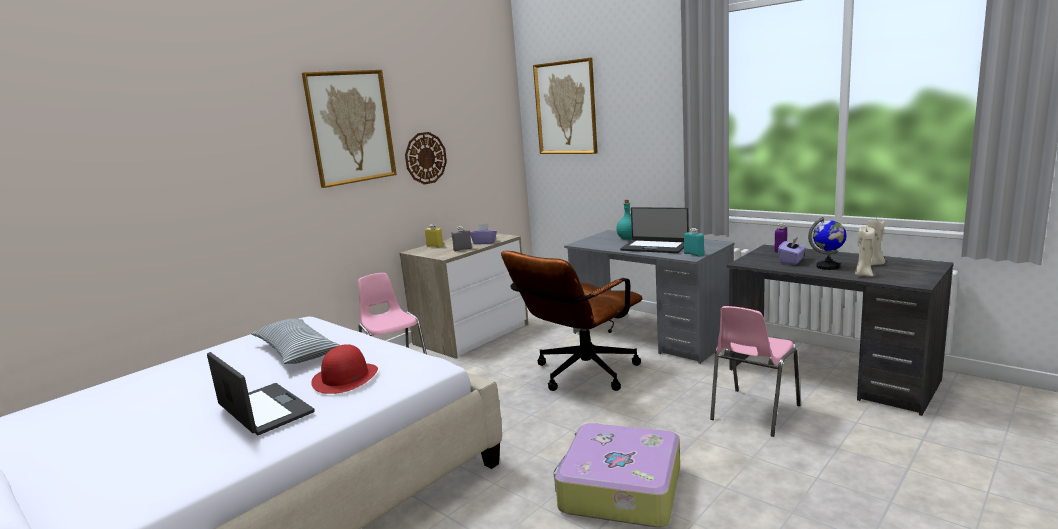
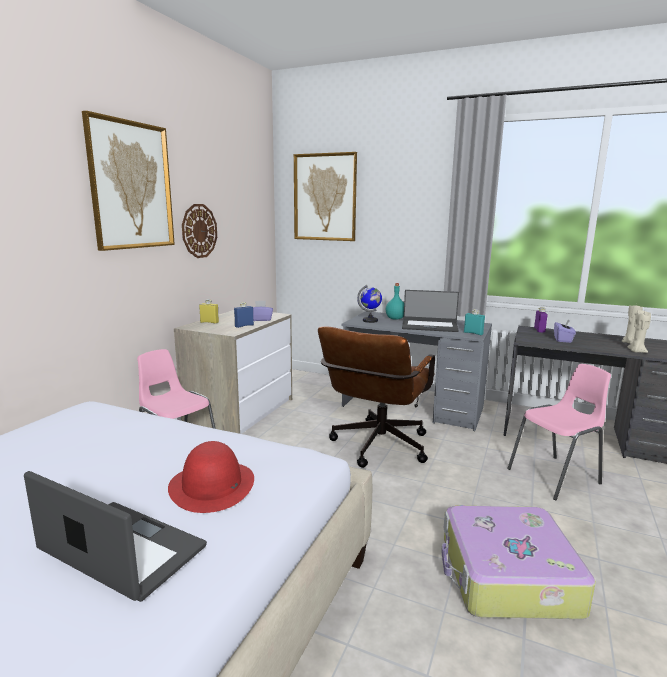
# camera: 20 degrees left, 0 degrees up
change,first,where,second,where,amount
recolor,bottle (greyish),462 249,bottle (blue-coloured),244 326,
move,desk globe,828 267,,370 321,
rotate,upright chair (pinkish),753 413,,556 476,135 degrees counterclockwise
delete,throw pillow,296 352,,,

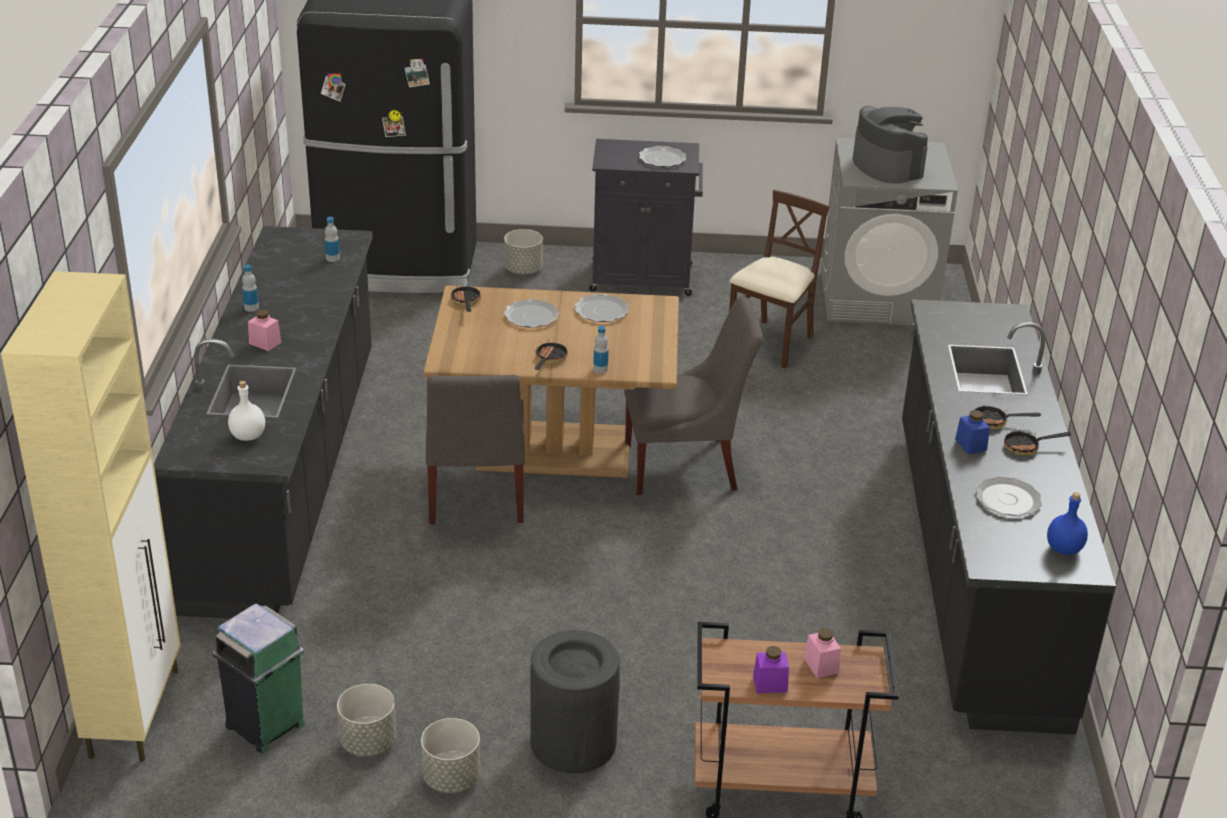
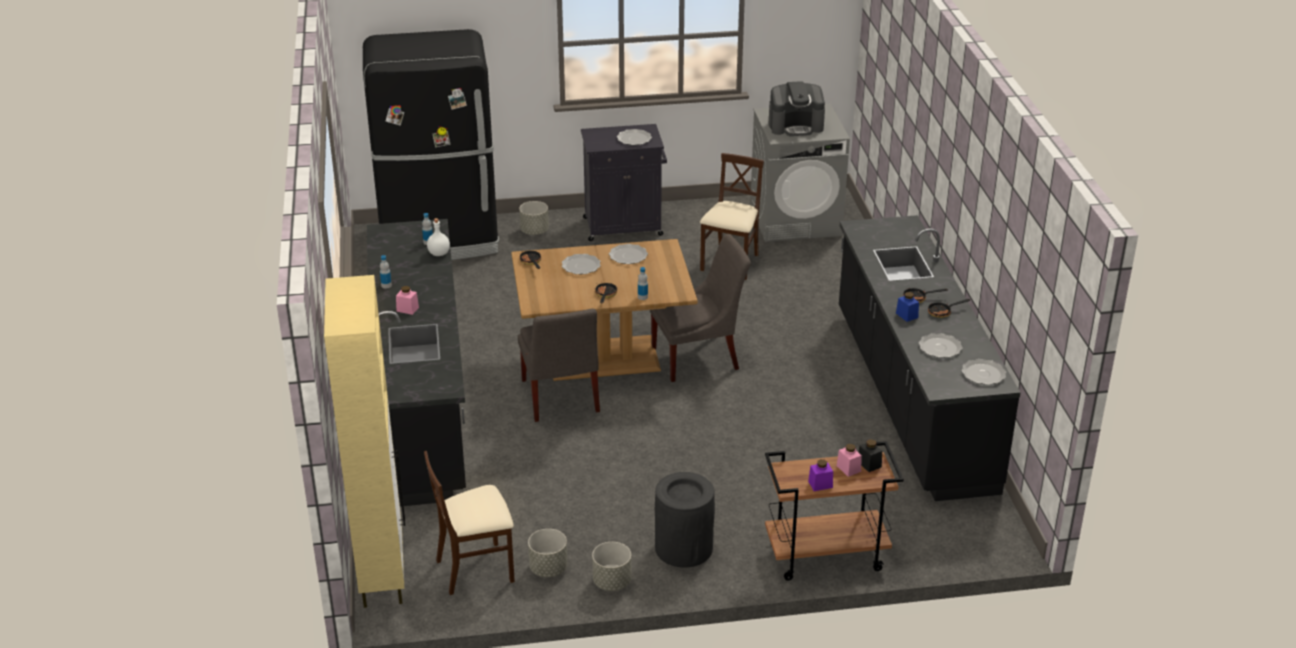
# camera: 10 degrees left, 0 degrees up
change,first,where,second,where,amount
replace,trash can (greenish),266 726,upright chair (beige-coloured),476 569,
move,bottle (whitish),248 435,,439 253,
rotate,coffee maker,887 166,,796 126,120 degrees clockwise
insert,,,jar (black-coloured),869 464,
replace,bottle (blue-coloured),1064 549,flat dish,983 374,

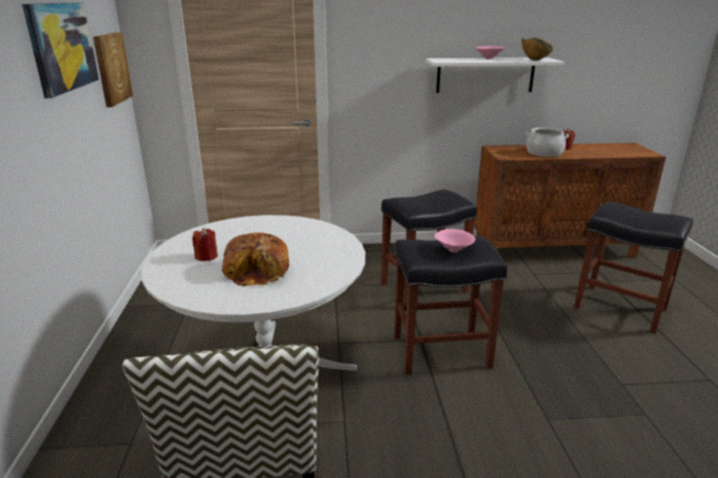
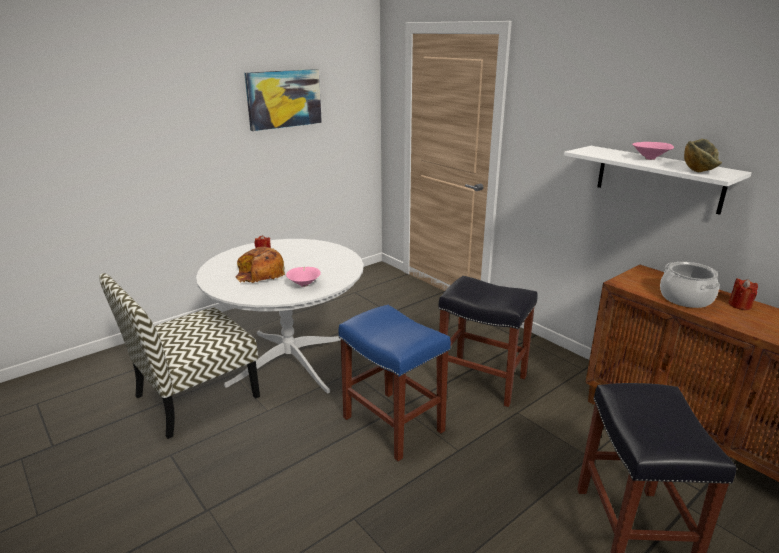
# camera: 55 degrees right, 0 degrees up
change,first,where,second,where,amount
move,bowl (pinkish),452 250,,304 284,
recolor,sitting stool (black-coloured),442 350,sitting stool (blue-coloured),394 424,
delete,wall picture,111 68,,,

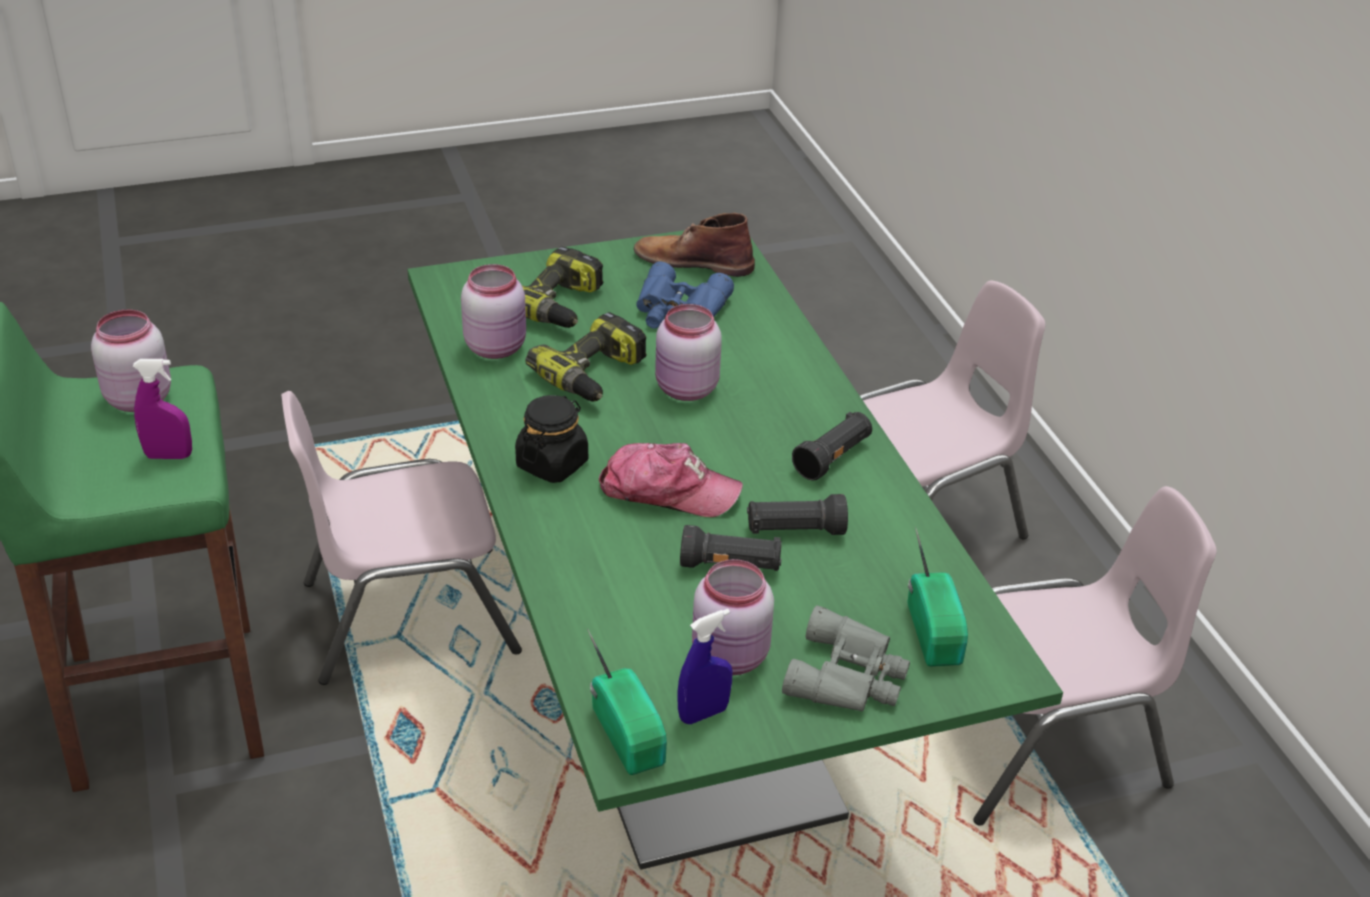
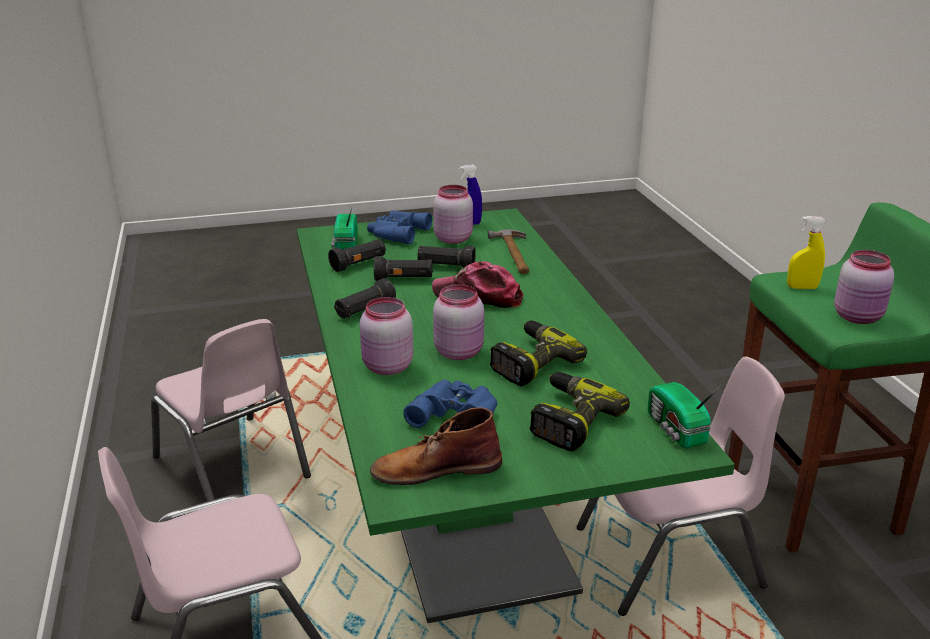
# camera: 175 degrees left, 10 degrees down
change,first,where,second,where,amount
rotate,upright chair (pinkish),1044 744,,232 467,120 degrees counterclockwise
insert,,,torch (black-coloured),359 264,
move,jar (pinkish),497 347,,386 367,
recolor,pair of binoculars (greyish),849 676,pair of binoculars (blue-coloured),396 233,
rotate,boot (brown-coloured),693 261,,435 468,150 degrees clockwise
insert,,,tool hammer,514 254,
move,radio receiver,629 733,,675 430,
recolor,spray bottle (purple-coloured),169 456,spray bottle (yellow),802 287,
delete,jar (black-coloured),552 464,,,

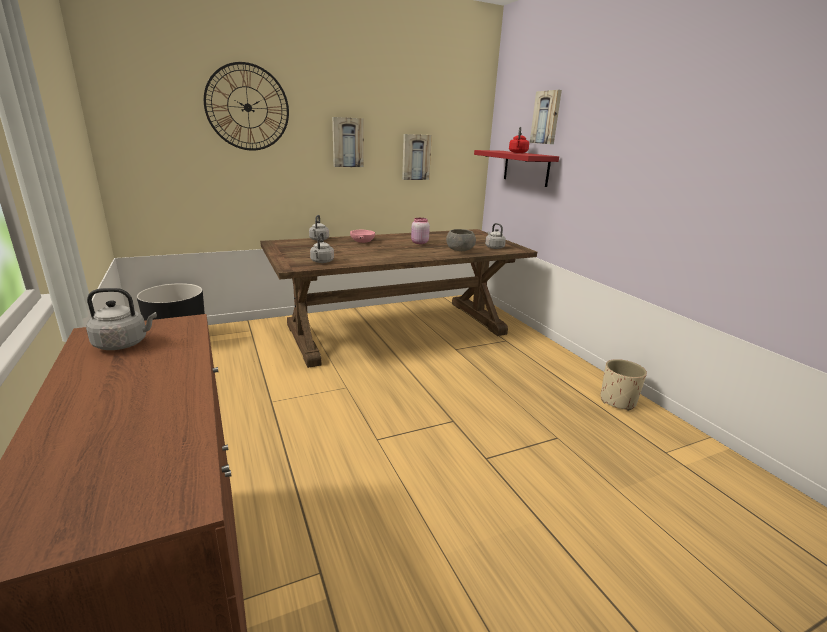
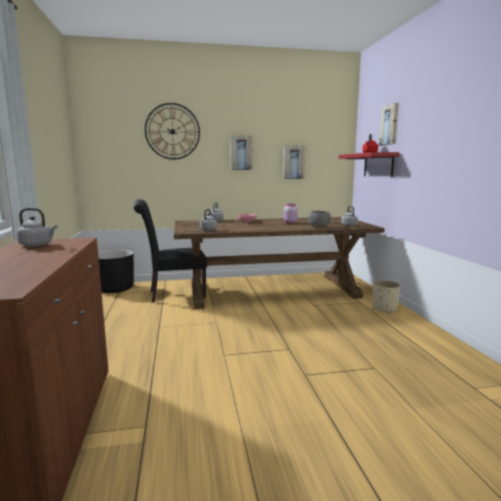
# camera: 15 degrees right, 10 degrees down
change,first,where,second,where,amount
insert,,,upright chair (black-coloured),173 294,
move,flower pot (beige-coloured),618 401,,384 309,

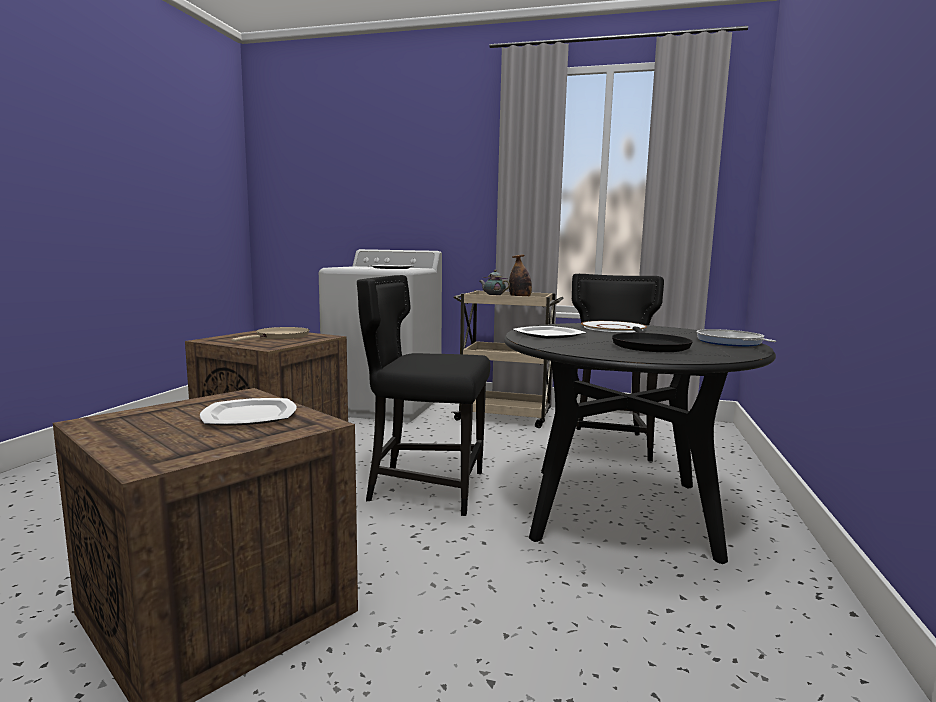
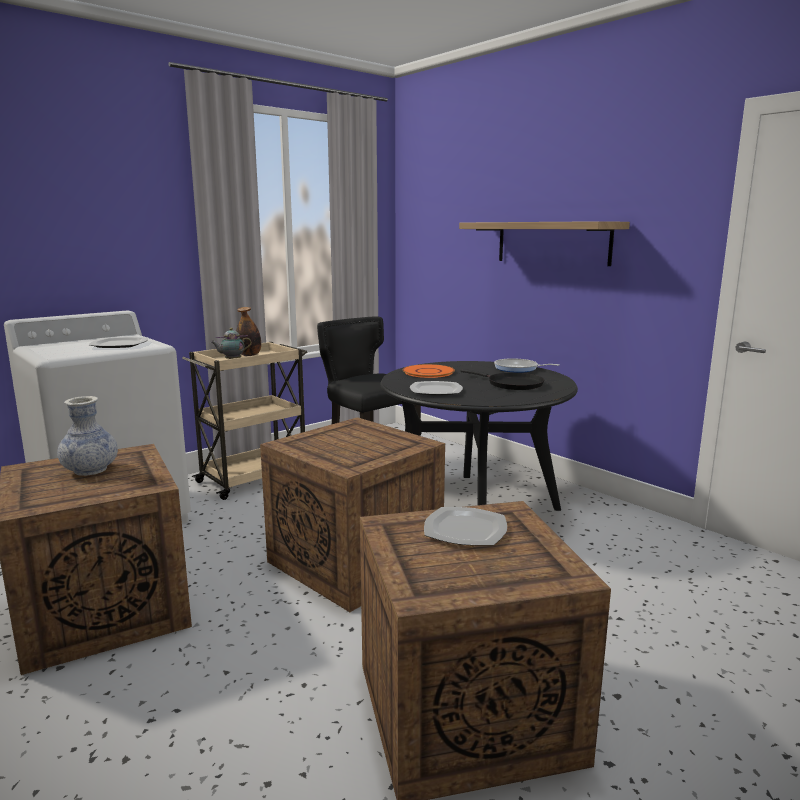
# camera: 55 degrees left, 5 degrees up
change,first,where,second,where,amount
replace,skillet (beige-coloured),280 337,decorative vase,90 470,
replace,upright chair (black-coloured),424 488,crate,352 561,
recolor,flat dish (whitish),613 328,flat dish (orangey),428 372,
insert,,,shelf,552 242,

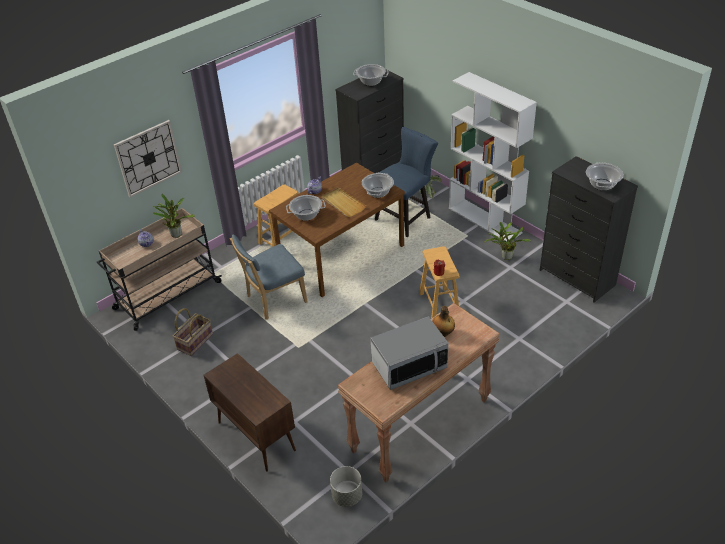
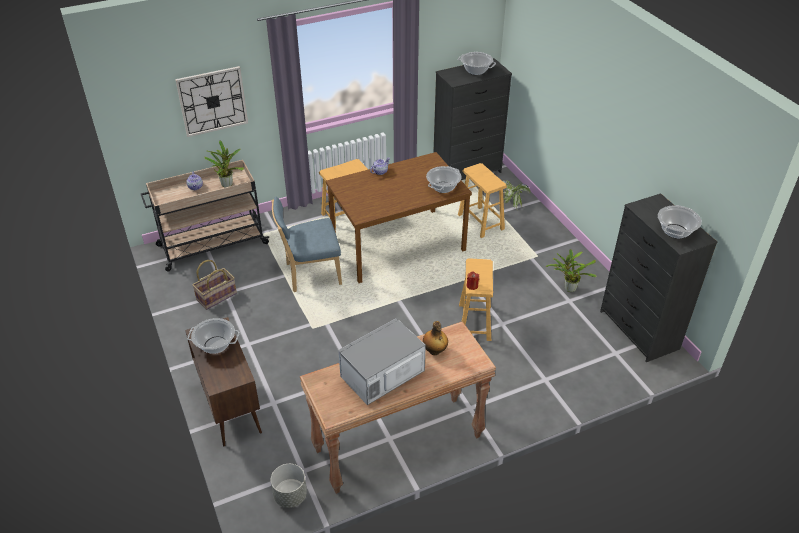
# camera: 15 degrees right, 0 degrees up
change,first,where,second,where,amount
move,saucepot,306 215,,215 345,
rotate,kitchen microwave,409 365,,382 376,150 degrees clockwise
replace,upright chair (blue-coloured),406 217,sitting stool (brown-coloured),481 222,
delete,tray (beige-coloured),343 204,,,
delete,shelving unit (whitish),485 220,,,

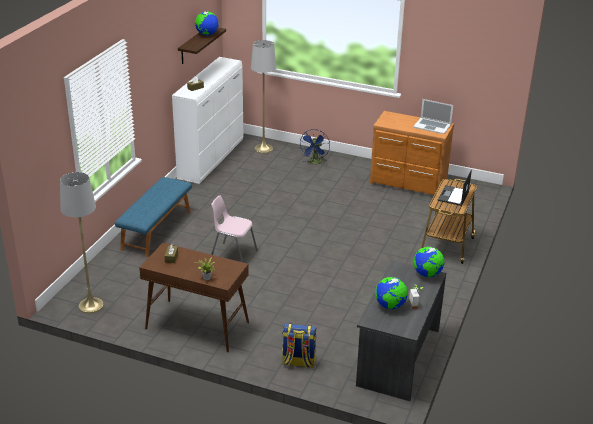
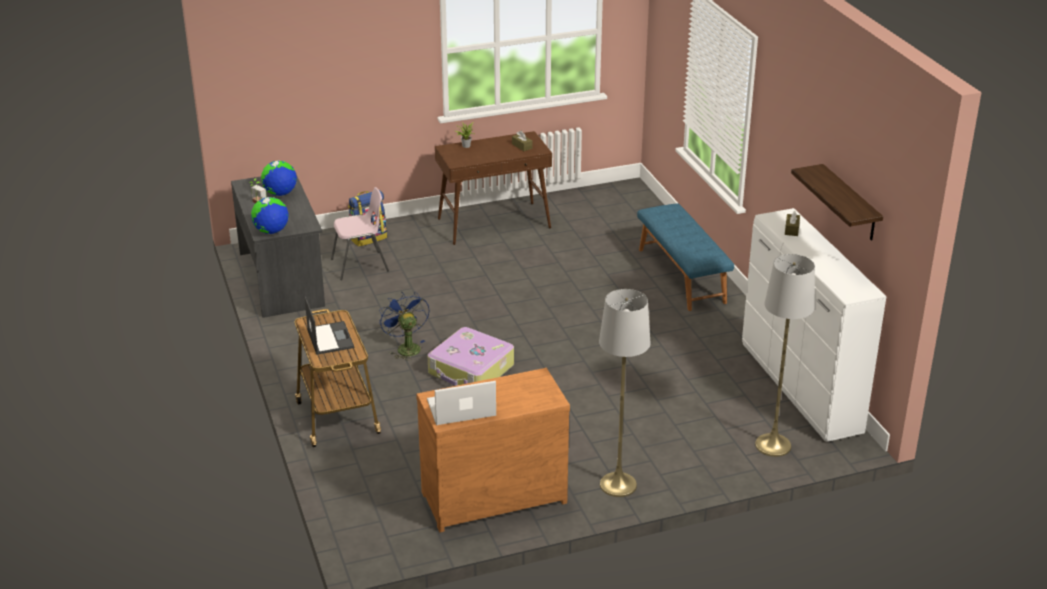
# camera: 140 degrees right, 0 degrees up
change,first,where,second,where,amount
move,upright chair (pinkish),233 254,,360 265,
move,cooling fan (blue-coloured),315 162,,405 347,
insert,,,piece of luggage,471 370,
move,standard lamp (greyish),91 305,,618 484,
delete,desk globe,207 34,,,

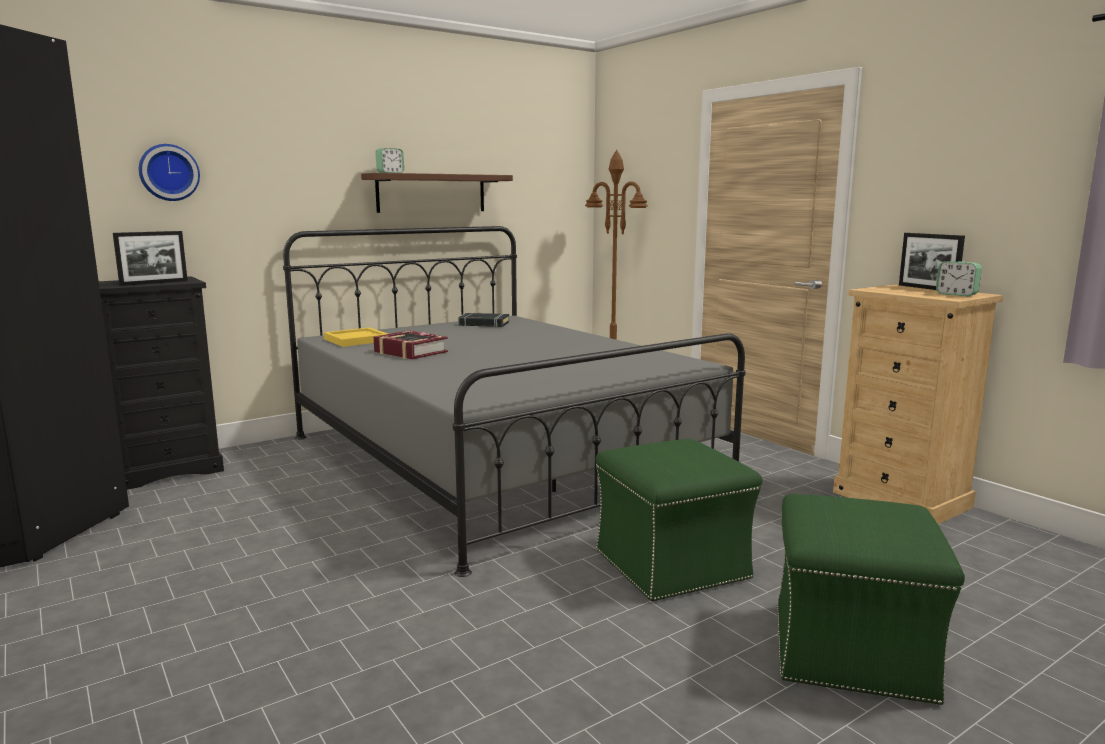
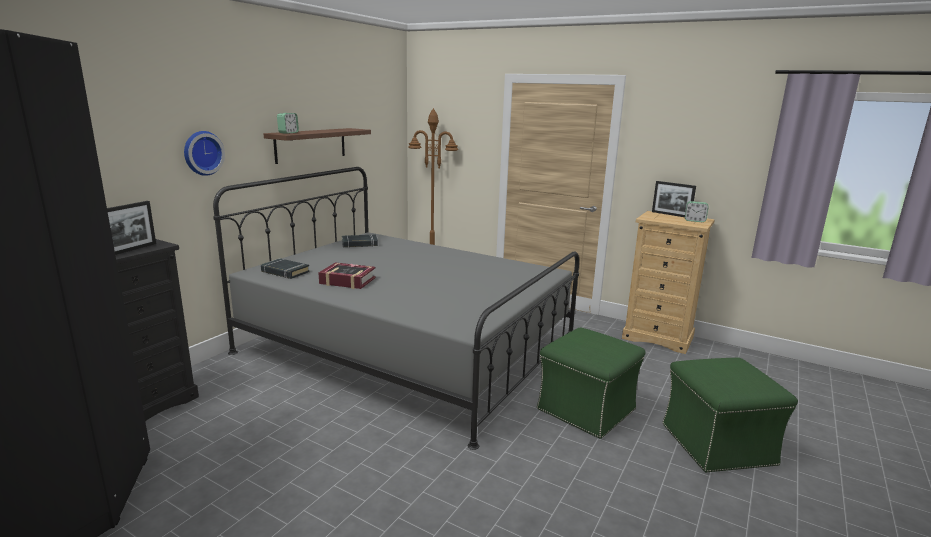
# camera: 25 degrees left, 5 degrees up
change,first,where,second,where,amount
move,hanging clock,168 172,,202 153,
replace,tray (yellow),356 340,bound book (black-coloured),285 272,

